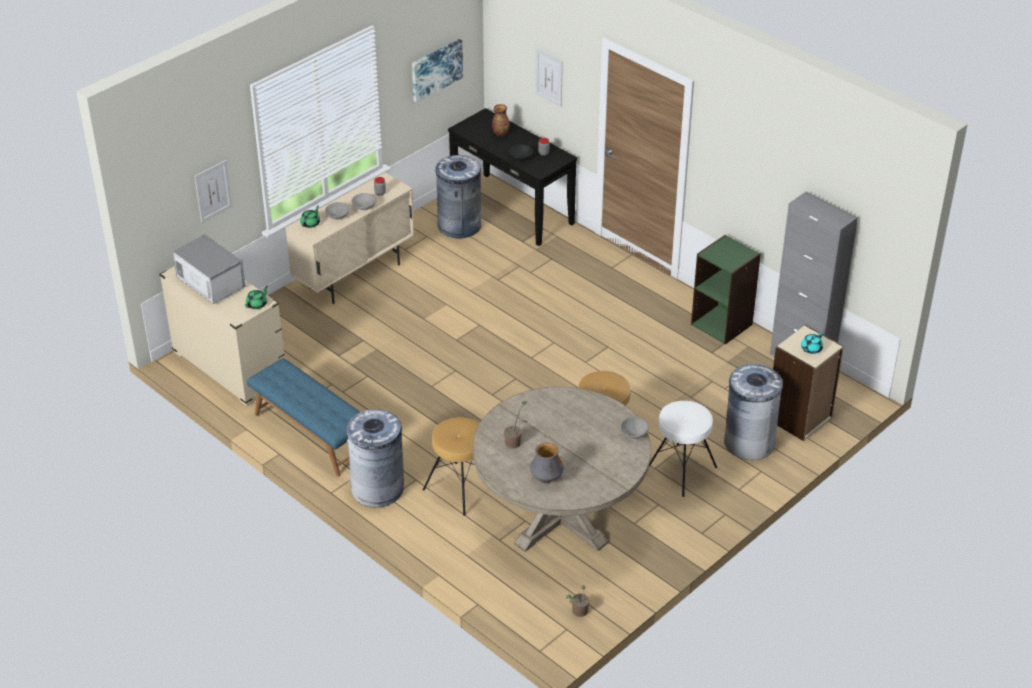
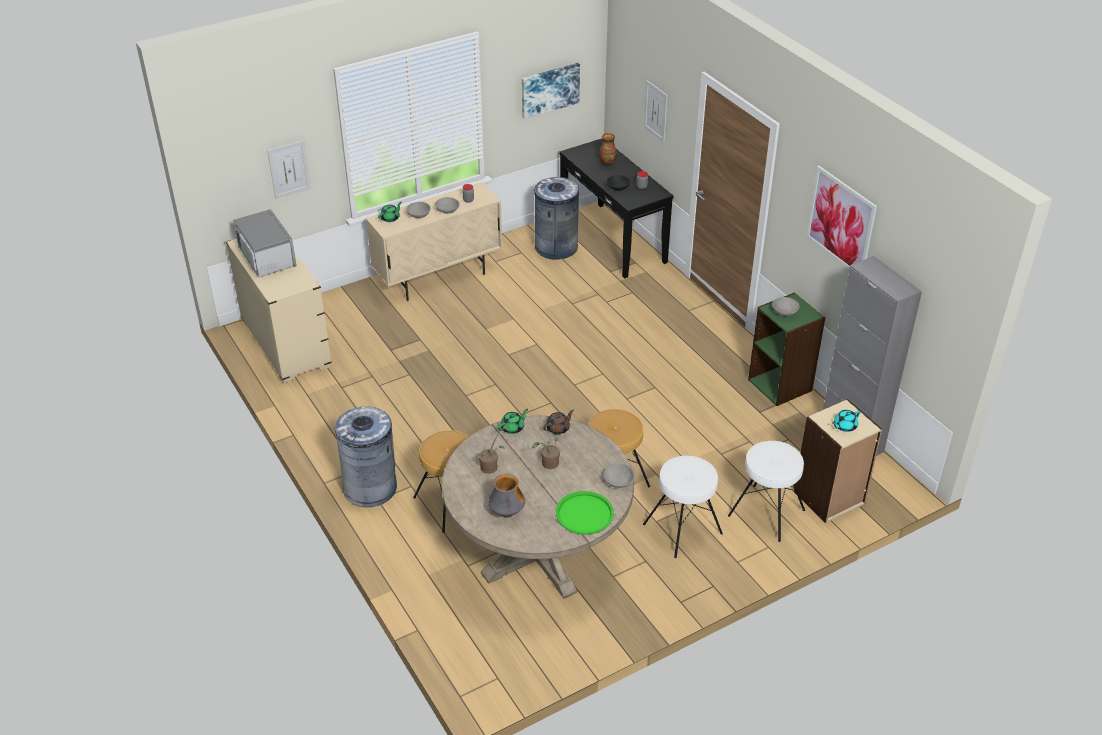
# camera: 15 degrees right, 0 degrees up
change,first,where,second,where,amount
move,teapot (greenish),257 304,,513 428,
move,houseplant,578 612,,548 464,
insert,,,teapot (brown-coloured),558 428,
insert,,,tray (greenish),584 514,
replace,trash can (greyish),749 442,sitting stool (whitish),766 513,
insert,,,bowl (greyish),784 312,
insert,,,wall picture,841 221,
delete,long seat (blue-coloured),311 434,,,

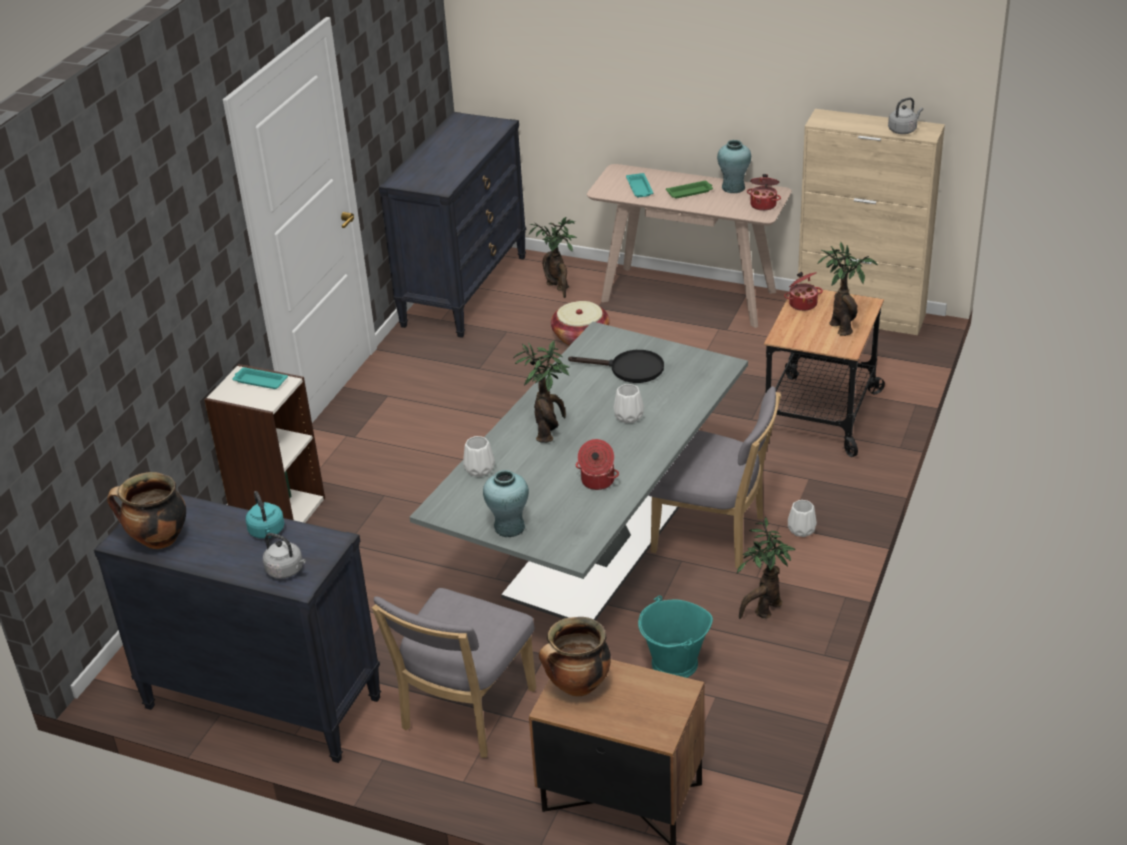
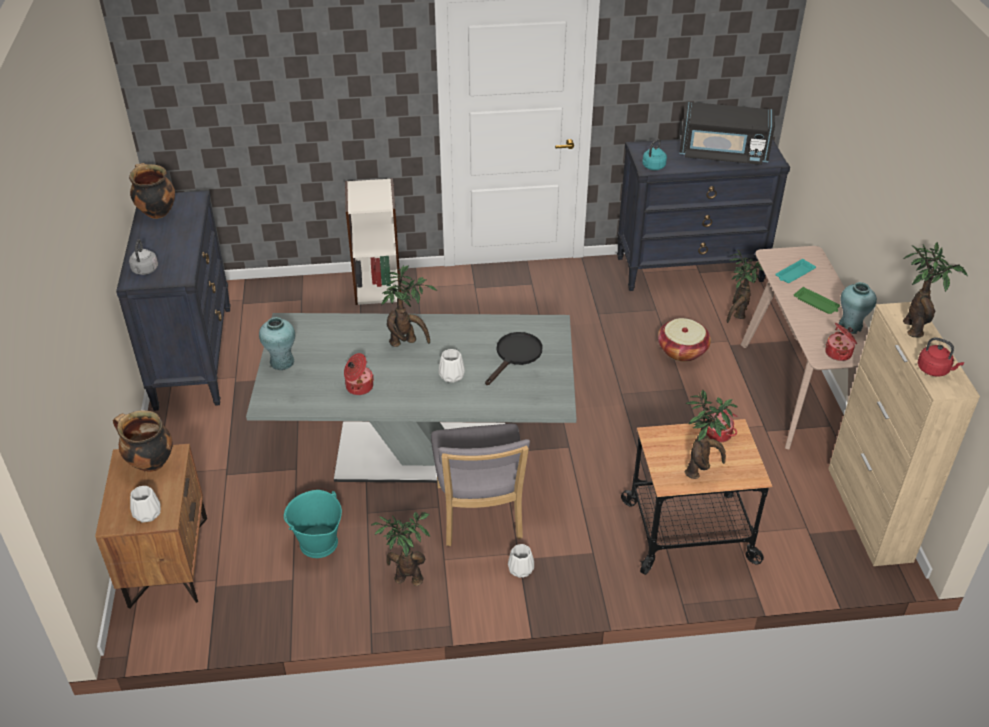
# camera: 60 degrees right, 5 degrees up
change,first,where,second,where,amount
move,decorative vase (whitish),478 469,,147 513,
rotate,skillet (black-coloured),629 369,,515 355,135 degrees counterclockwise
move,water kettle (turquoise-coloured),267 532,,652 167,
insert,,,kitchen microwave (black-coloured),723 154,
insert,,,houseplant,914 326,
recolor,water kettle (greyish),903 130,water kettle (red-coloured),934 370,
delete,tray (turquoise-coloured),259 381,,,
delete,upright chair (greyish),464 713,,,

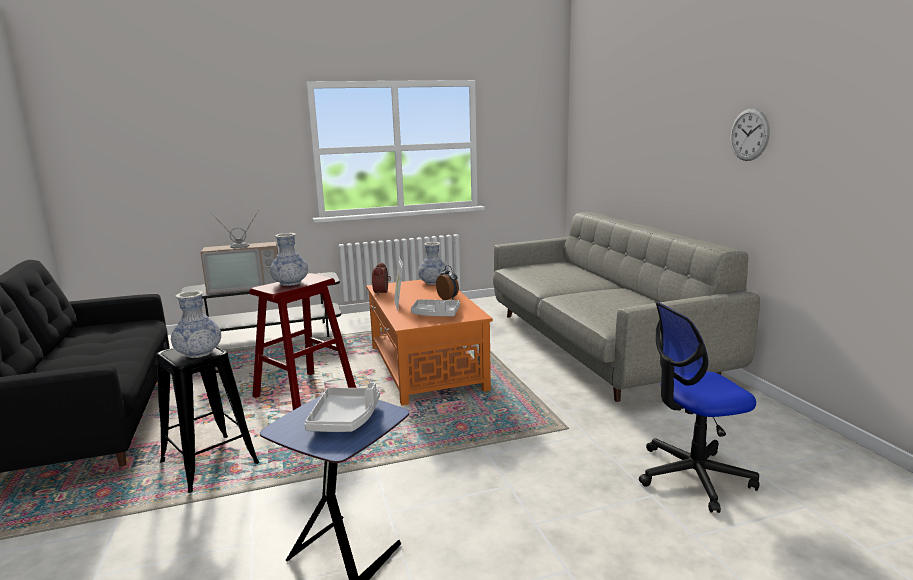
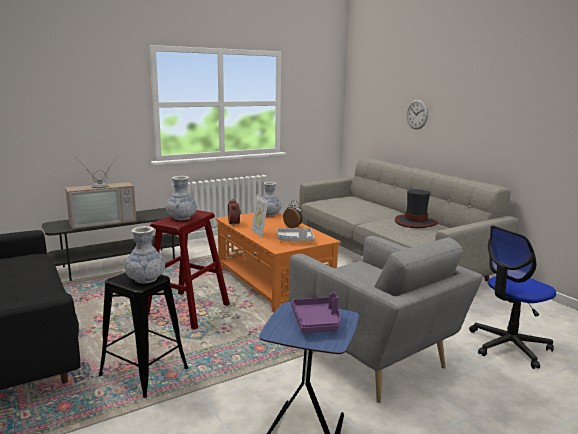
# camera: 15 degrees left, 0 degrees up
change,first,where,second,where,amount
insert,,,easy chair (greyish),373 359,
recolor,tray (greyish),345 419,tray (purple-coloured),317 322,
insert,,,clothing hat,415 222,
move,hanging clock,749 135,,417 114,

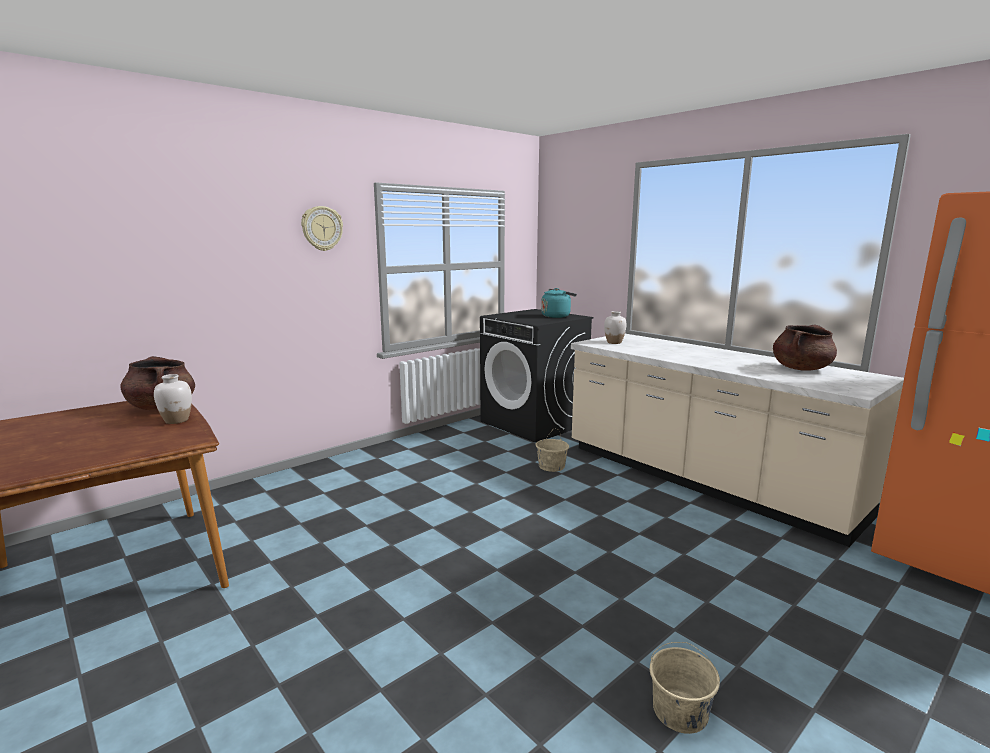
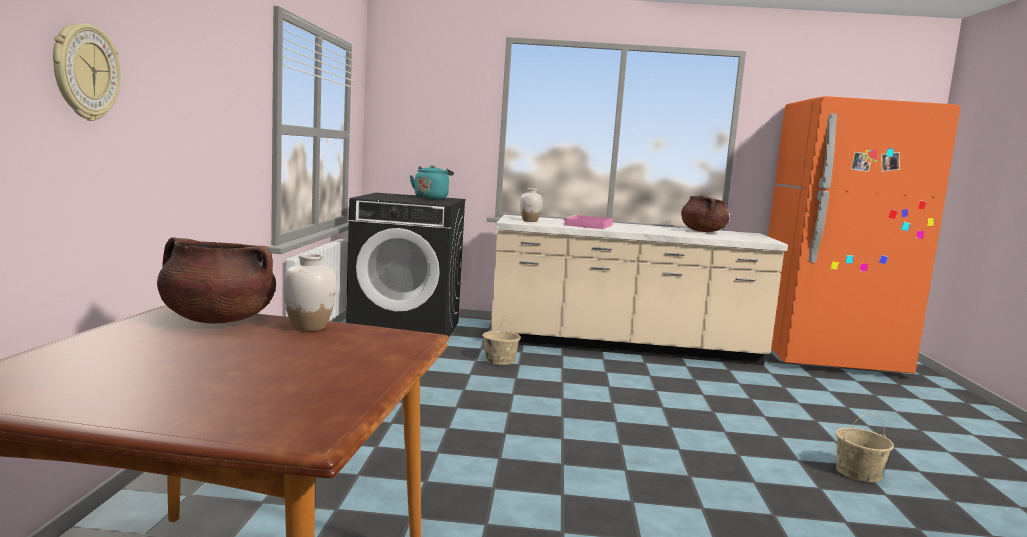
# camera: 45 degrees left, 5 degrees down
change,first,where,second,where,amount
move,hanging clock,322 228,,85 72,
insert,,,tray (pinkish),588 225,

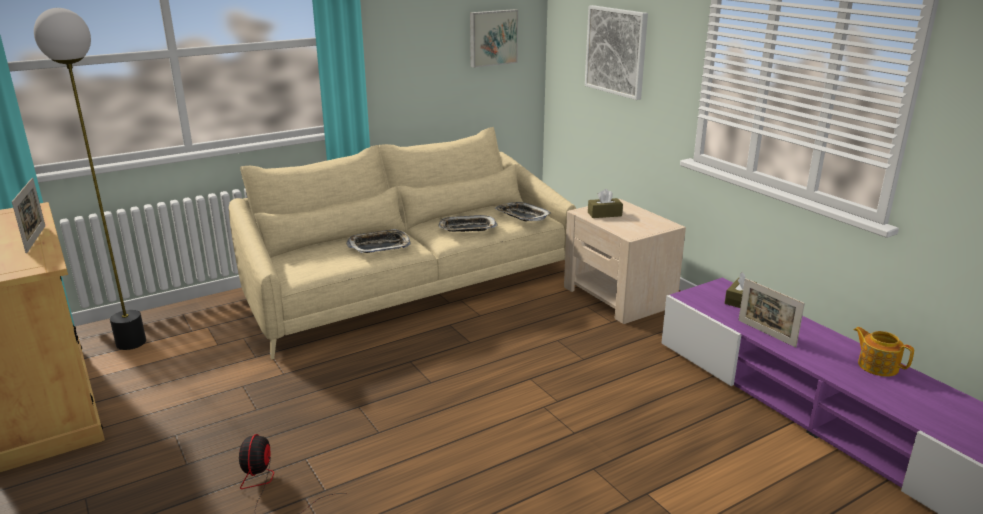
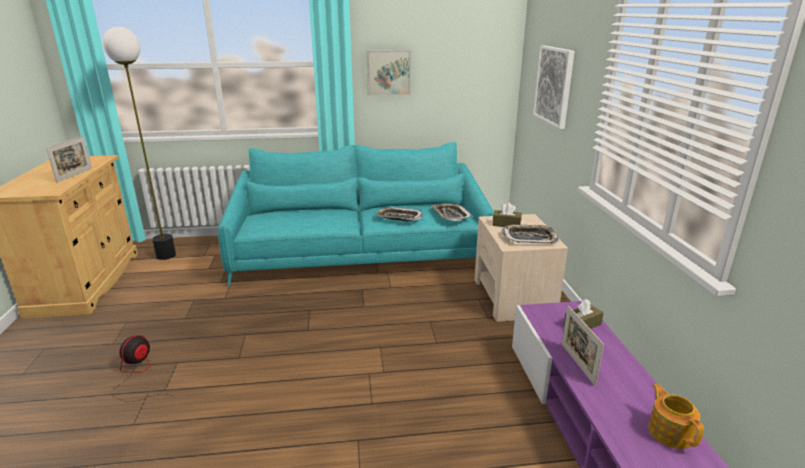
# camera: 25 degrees right, 0 degrees up
change,first,where,second,where,amount
recolor,couch (beige-coloured),410 288,couch (turquoise-coloured),360 256,
move,wall picture,492 37,,388 72,
move,tray,379 246,,529 238,

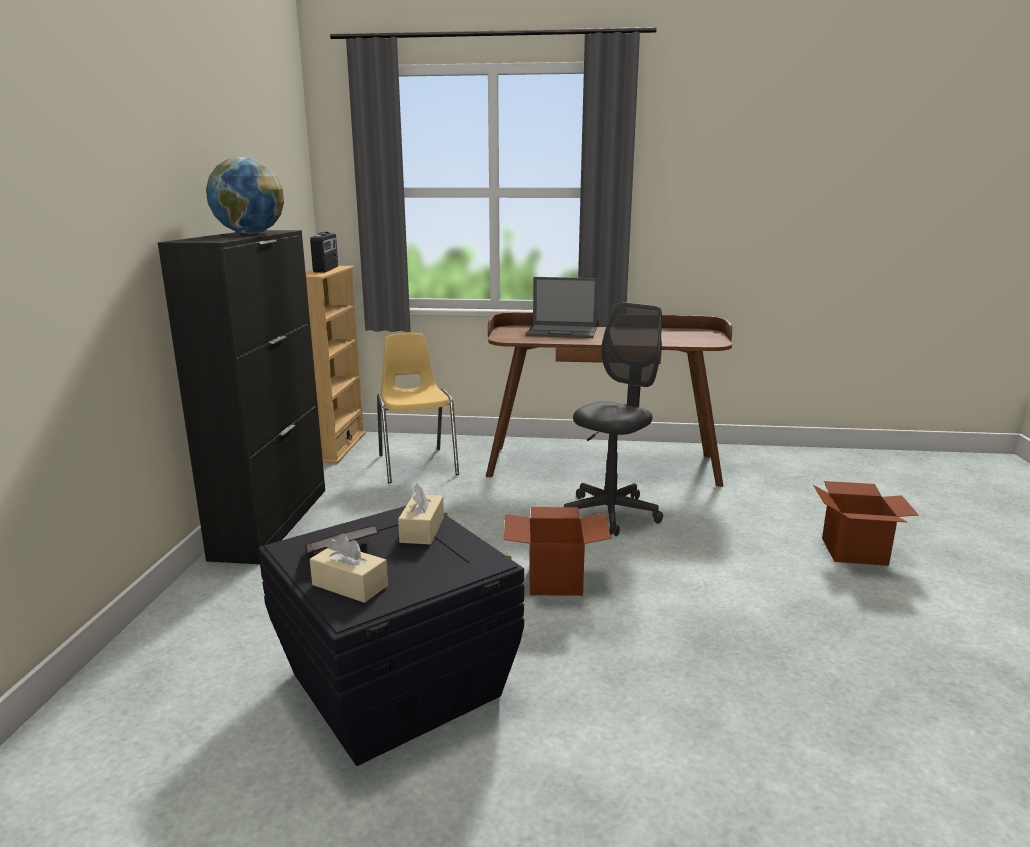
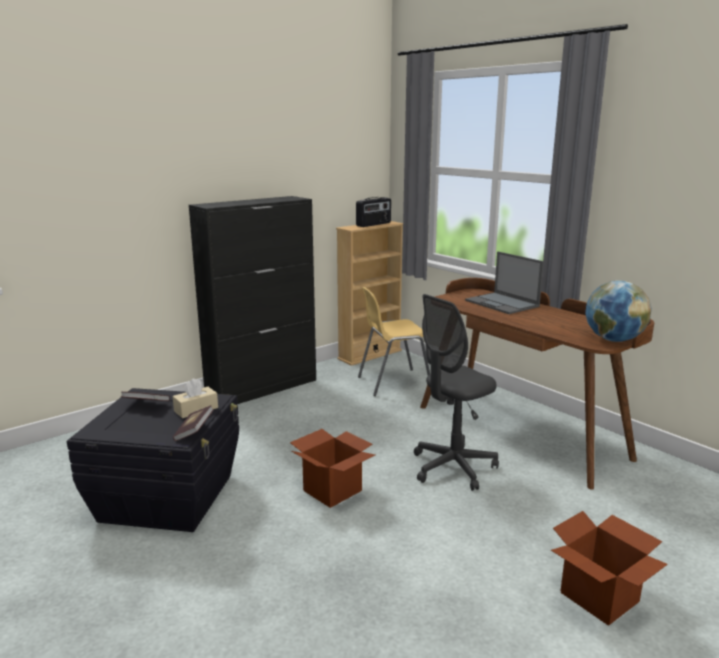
# camera: 45 degrees right, 0 degrees up
change,first,where,second,where,amount
insert,,,bound book,194 431,
rotate,upright chair (yellow),417 464,,393 382,135 degrees counterclockwise
rotate,desk chair (greyish),610 513,,453 467,150 degrees clockwise
move,desk globe,249 234,,613 340,
delete,box of tissues (beige-coloured),350 585,,,

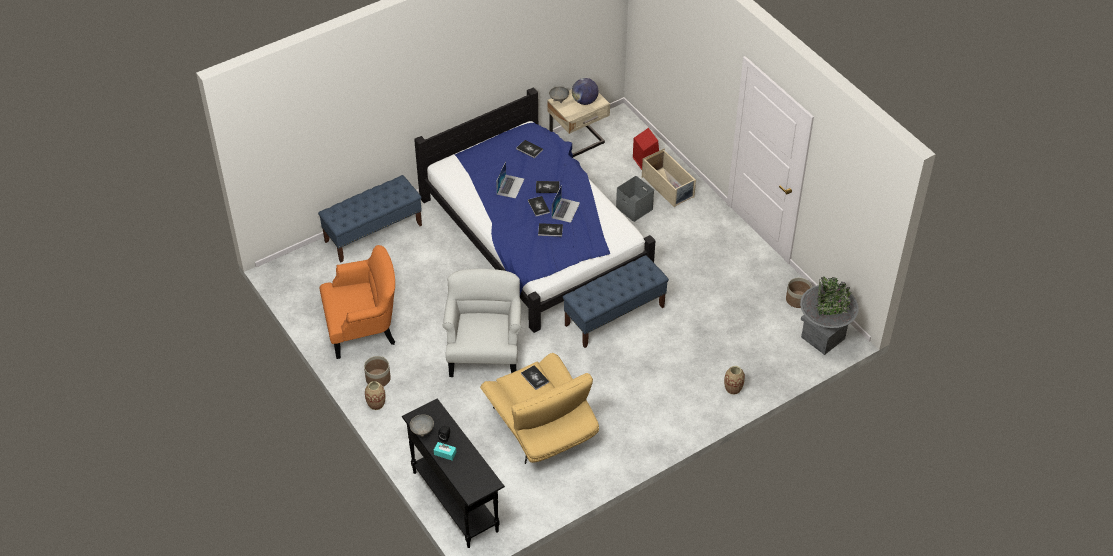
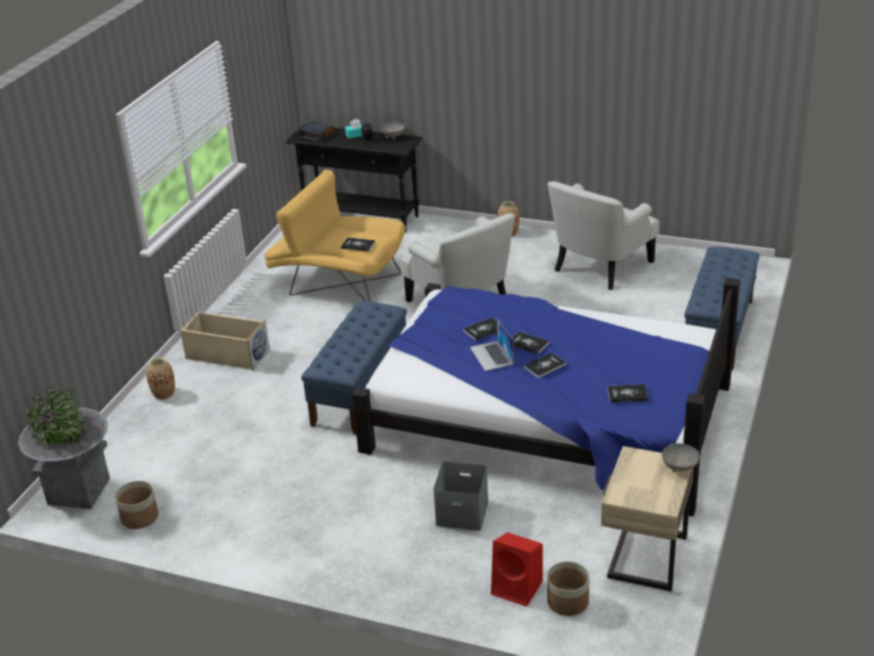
# camera: 145 degrees right, 15 degrees down
change,first,where,second,where,amount
move,storage bin (beige-coloured),668 187,,226 355,
insert,,,bedside clock,317 135,
recolor,easy chair (orangey),363 328,easy chair (whitish),600 266,
move,flower pot,378 378,,568 602,
delete,notebook computer,510 186,,,
delete,desk globe,584 101,,,

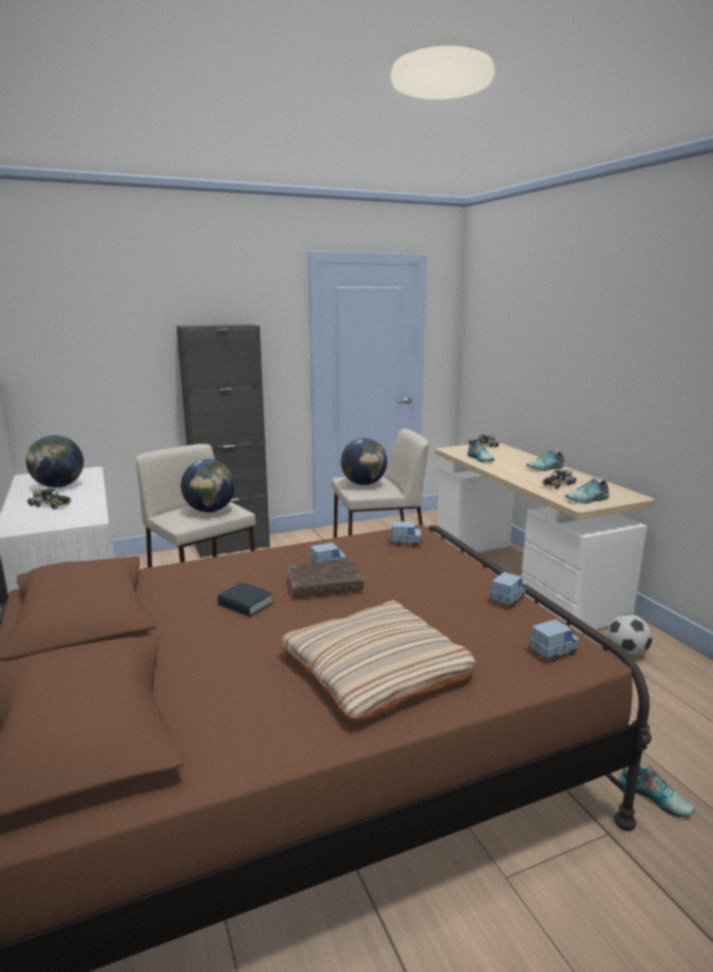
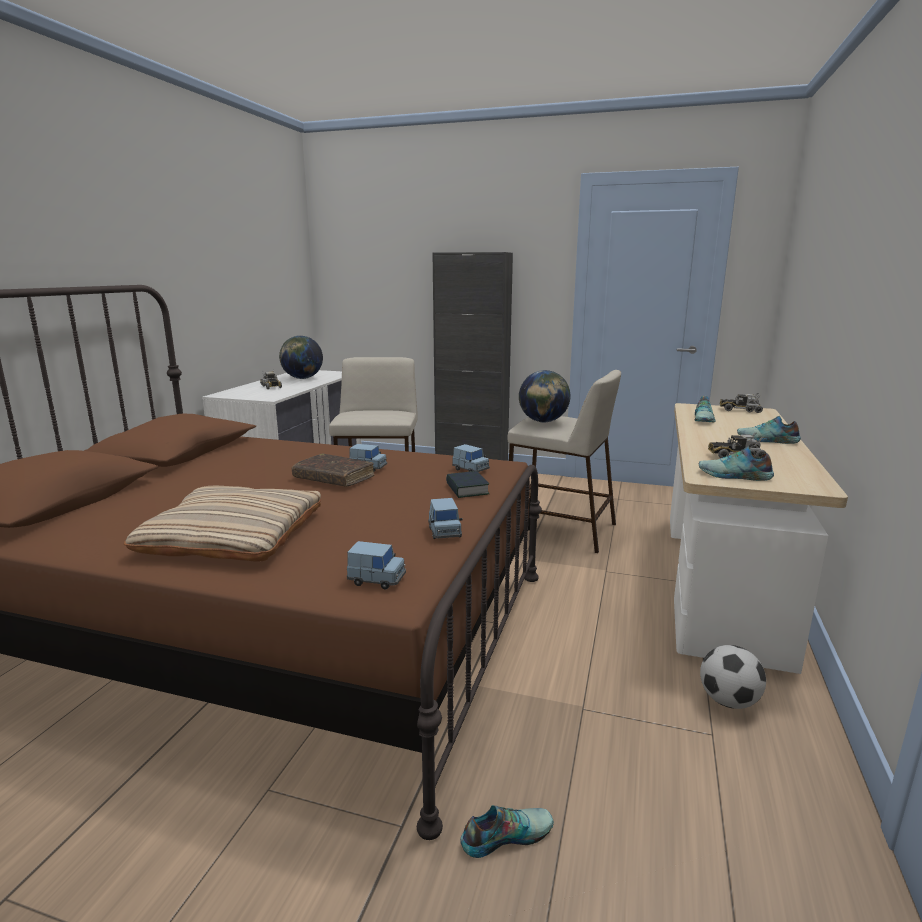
# camera: 40 degrees right, 0 degrees up
change,first,where,second,where,amount
rotate,miniature car (blue-coloured),507 599,,444 532,90 degrees clockwise
move,bound book,245 604,,467 489,
rotate,shoe,655 796,,506 834,105 degrees counterclockwise
delete,desk globe,210 511,,,

